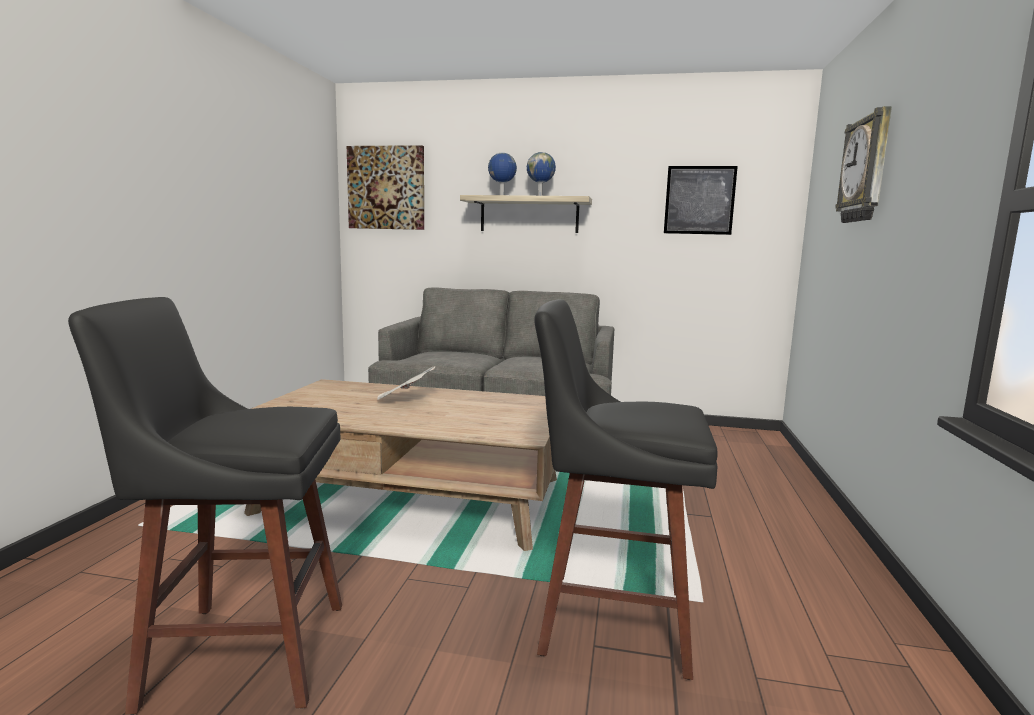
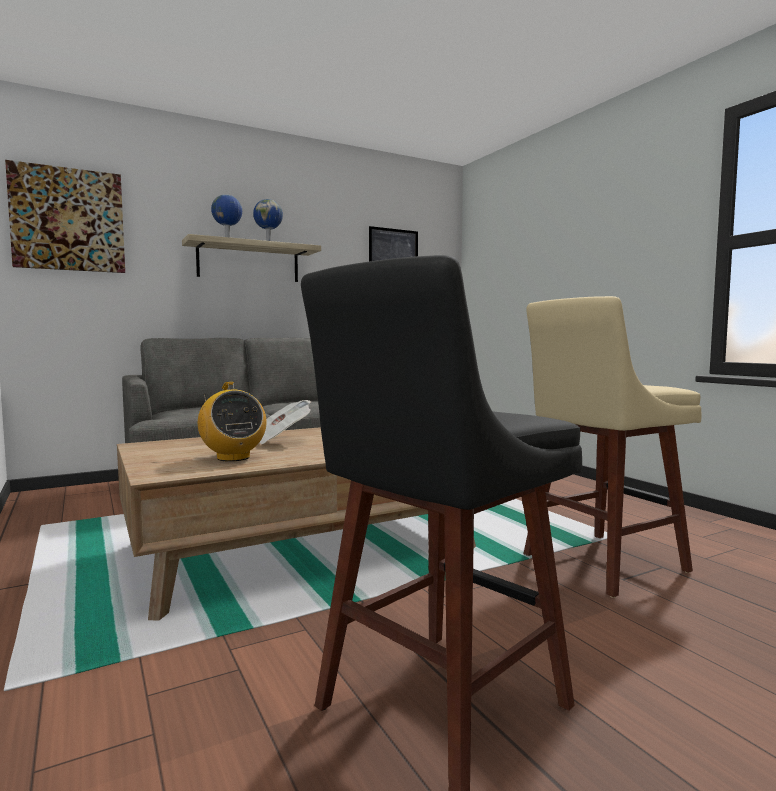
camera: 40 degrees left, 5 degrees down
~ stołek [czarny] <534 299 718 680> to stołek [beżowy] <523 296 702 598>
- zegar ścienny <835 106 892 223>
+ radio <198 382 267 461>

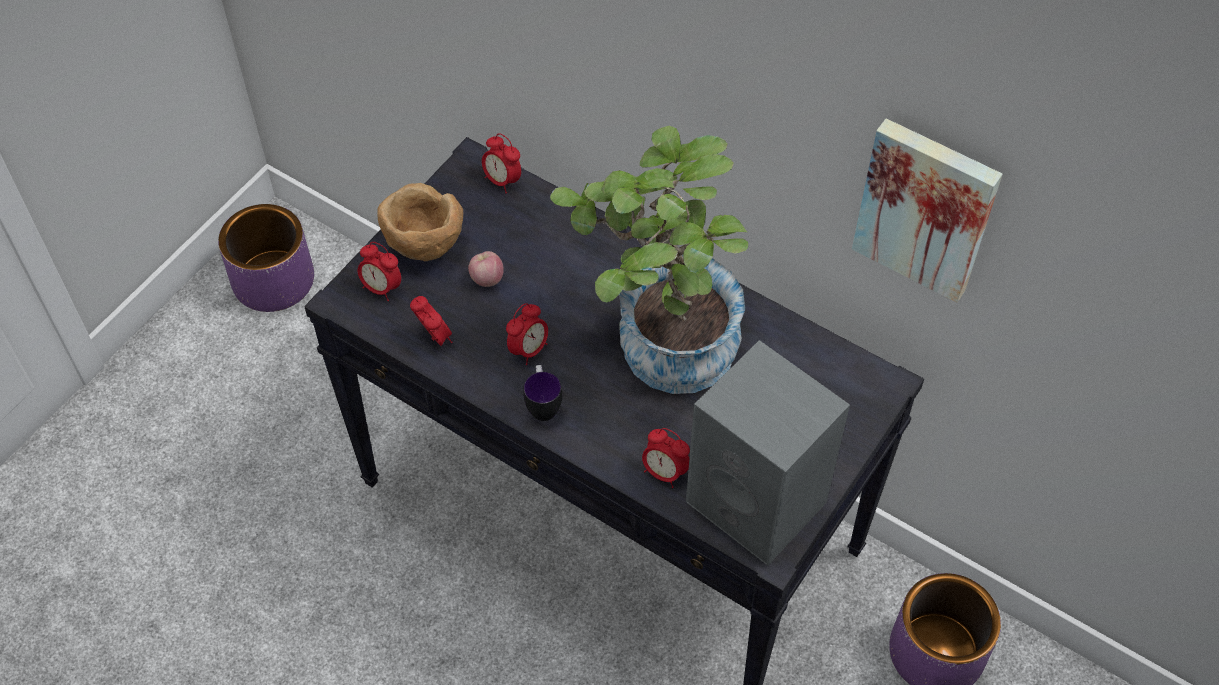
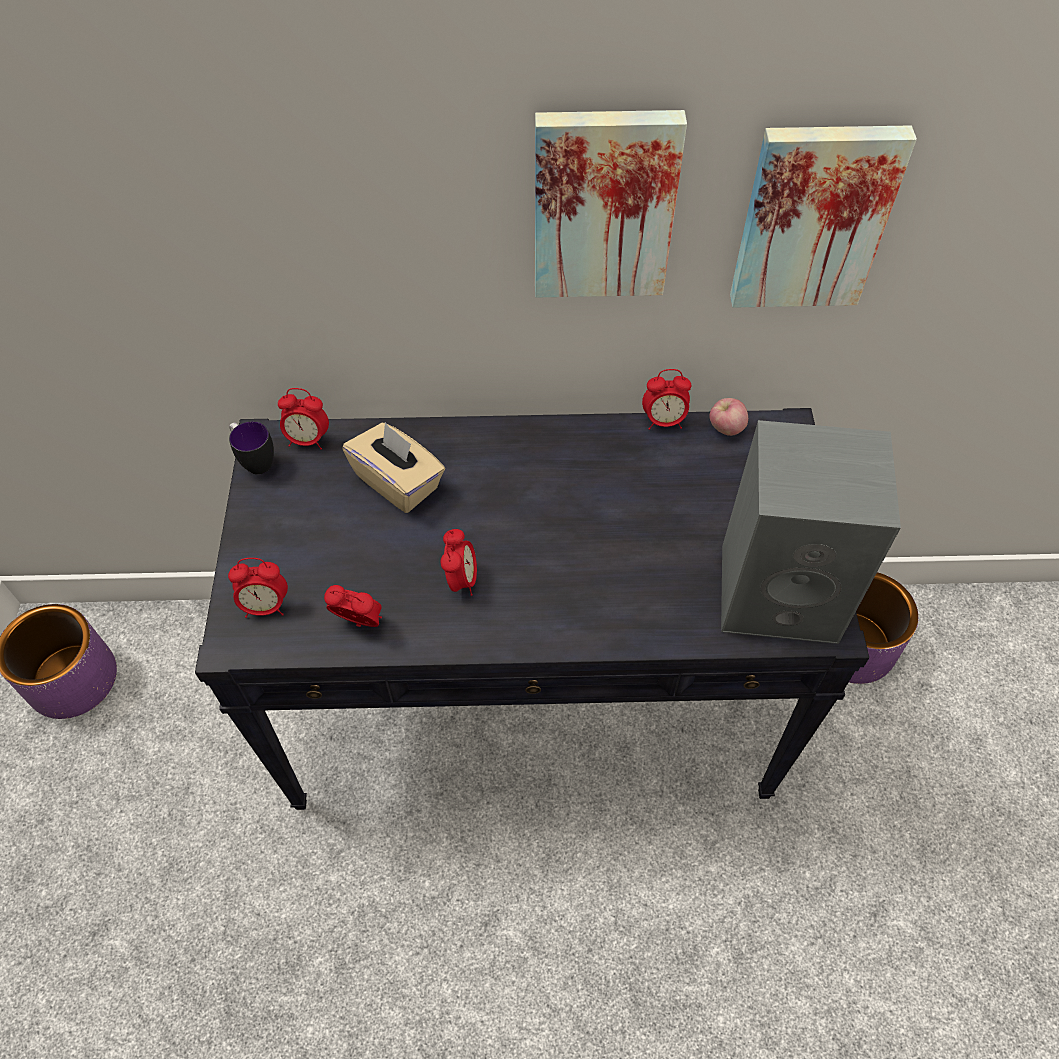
camera: 35 degrees left, 0 degrees up
- miska [brązowy] <377 183 463 261>
~ jabłko <468 251 504 287> to <710 398 748 436>
~ kubek <523 365 562 421> to <229 421 274 475>
- roślina doniczkowa <550 126 748 394>
~ budzik <642 428 690 488> to <642 369 691 430>
+ pudełko chusteczek [beżowy] <342 422 445 513>
+ obraz <535 110 687 298>

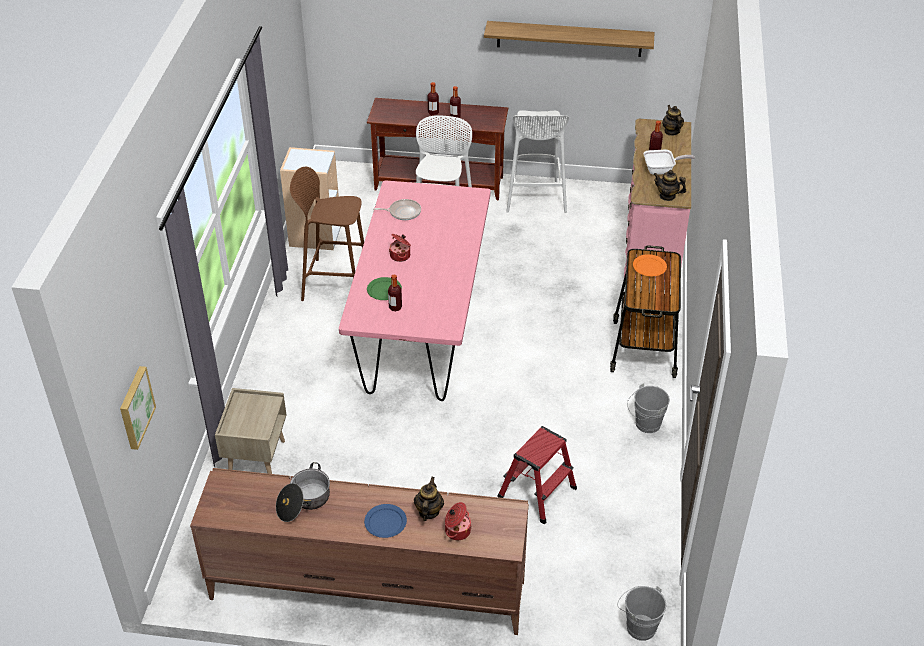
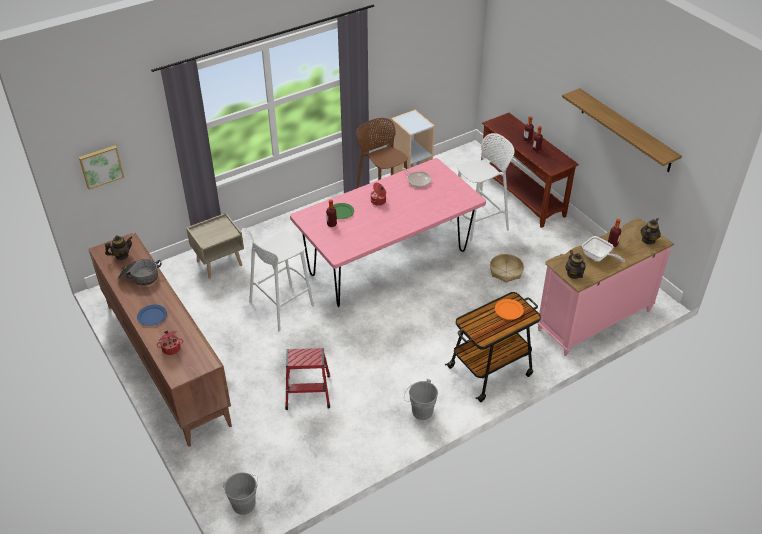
camera: 50 degrees right, 0 degrees up
~ imbryk <414 477 444 521> to <105 235 132 260>
~ stołek [biały] <506 110 569 213> to <242 228 314 332>
+ koszyk <490 254 524 283>

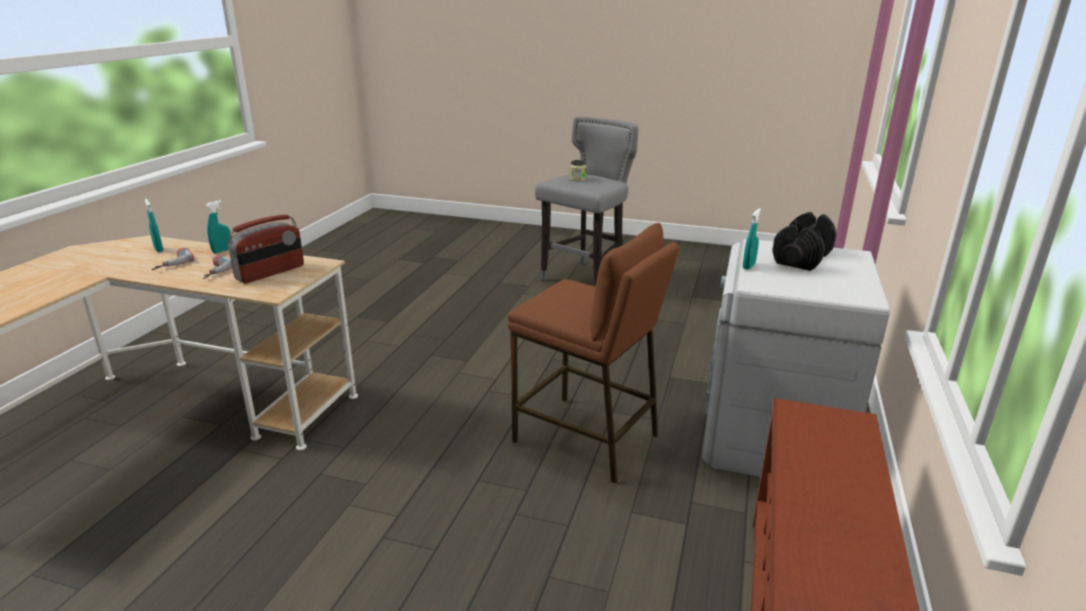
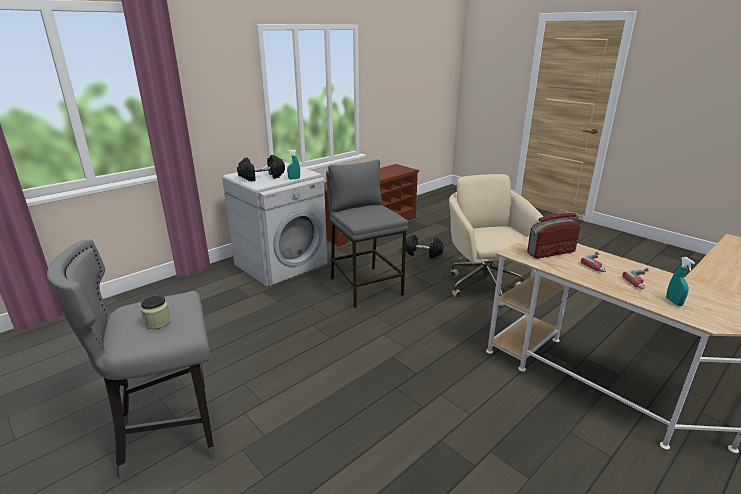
camera: 150 degrees left, 0 degrees up
- spryskiwacz [turkusowy] <206 200 231 253>
~ stołek [brązowy] <508 223 679 483> to stołek [szary] <326 160 408 308>
+ hantel [czarny] <406 234 444 258>
+ krzesło biurowe [beżowy] <449 174 543 306>

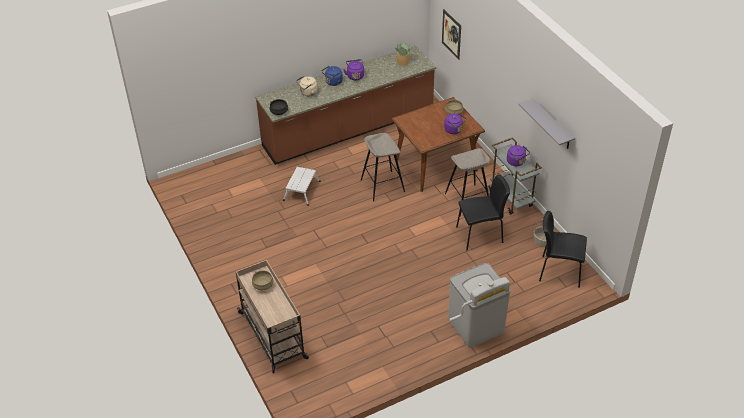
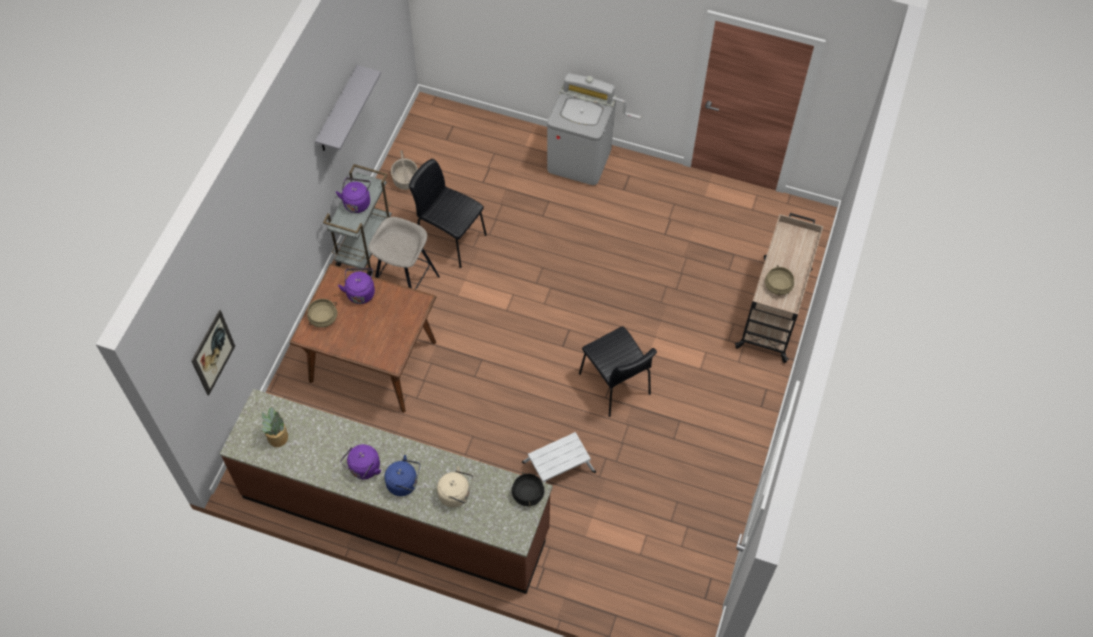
camera: 135 degrees left, 15 degrees up
- stołek [szary] <361 133 405 202>
~ krzesło [czarny] <539 211 587 288> to <579 326 657 417>

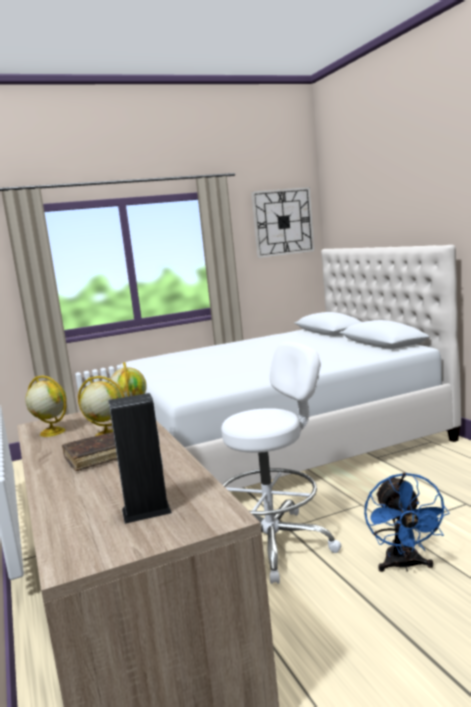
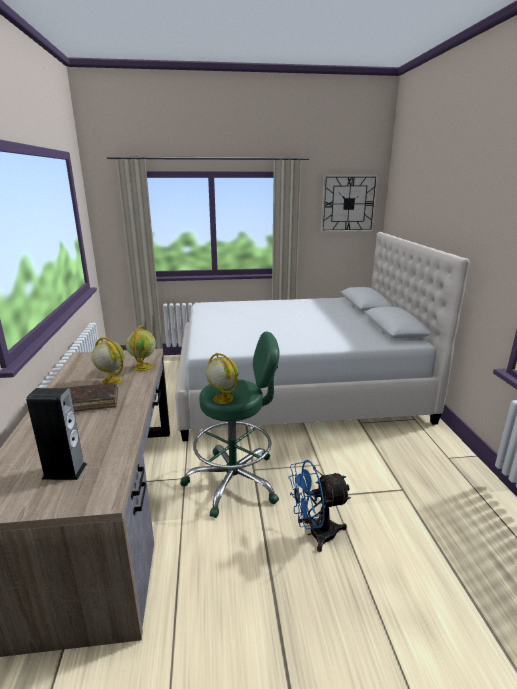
camera: 15 degrees right, 10 degrees up
~ globus <25 375 66 437> to <206 353 238 404>
~ stołek [biały] <221 342 341 584> to stołek [zielony] <180 332 280 518>
~ wentylator [niebieski] <364 473 449 572> = <288 460 351 552> 60 degrees clockwise

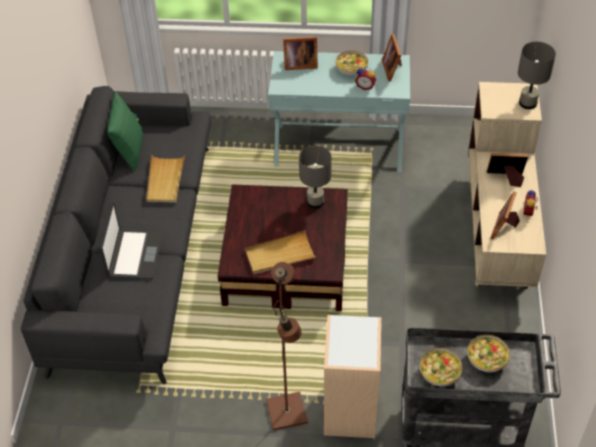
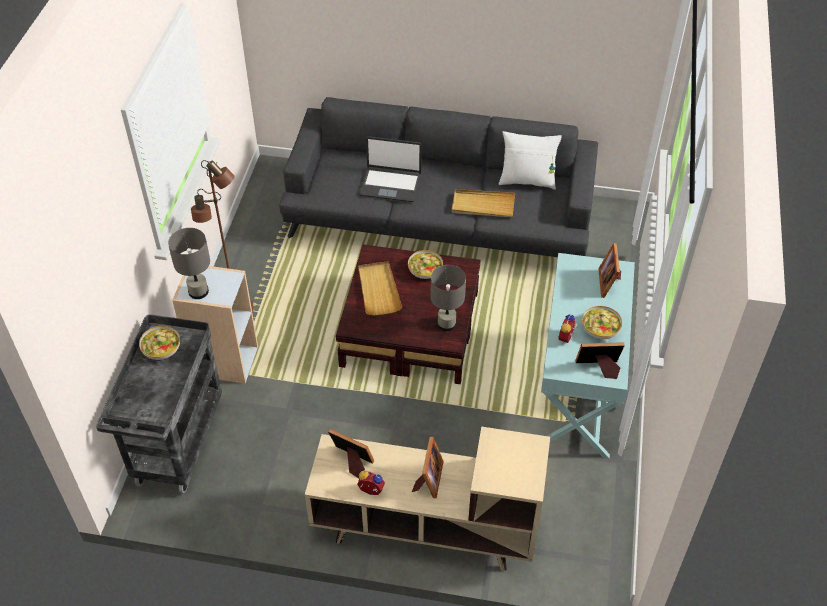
camera: 95 degrees right, 0 degrees up
~ poduszka [zielony] <107 92 143 171> to poduszka [biały] <498 131 562 190>
~ miska <467 335 510 372> to <408 250 443 279>
~ lampa stołowa [szary] <518 42 556 109> to <168 228 210 299>

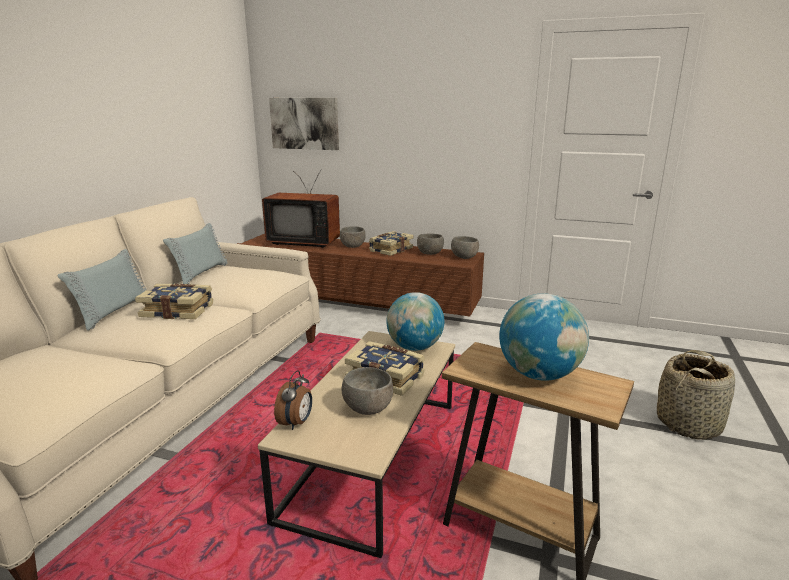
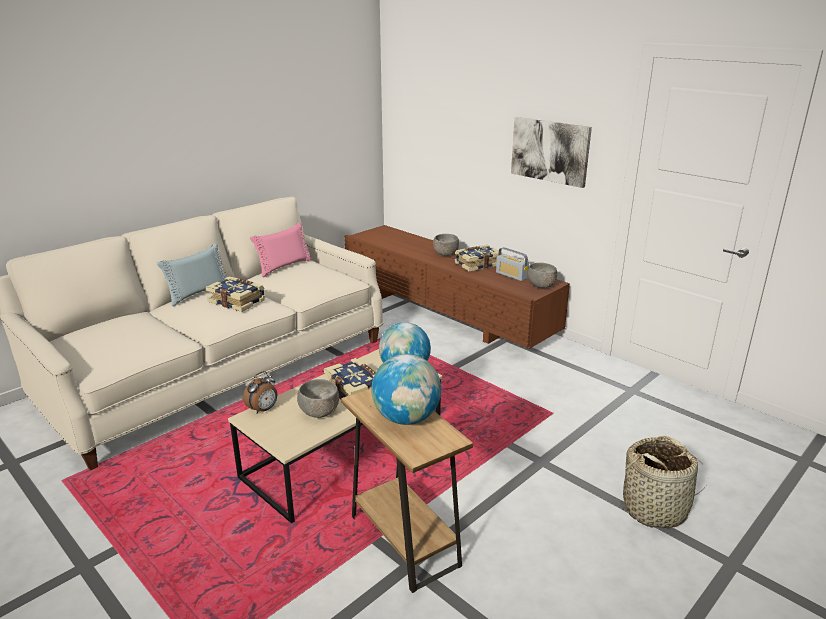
camera: 25 degrees right, 5 degrees up
~ poduszka [niebieski] <163 223 228 284> to poduszka [różowy] <250 222 311 277>
- telewizor <262 169 340 248>
~ obraz <269 98 339 150> to <511 117 592 188>
~ miska [szary] <417 234 444 255> to radio <496 247 529 281>

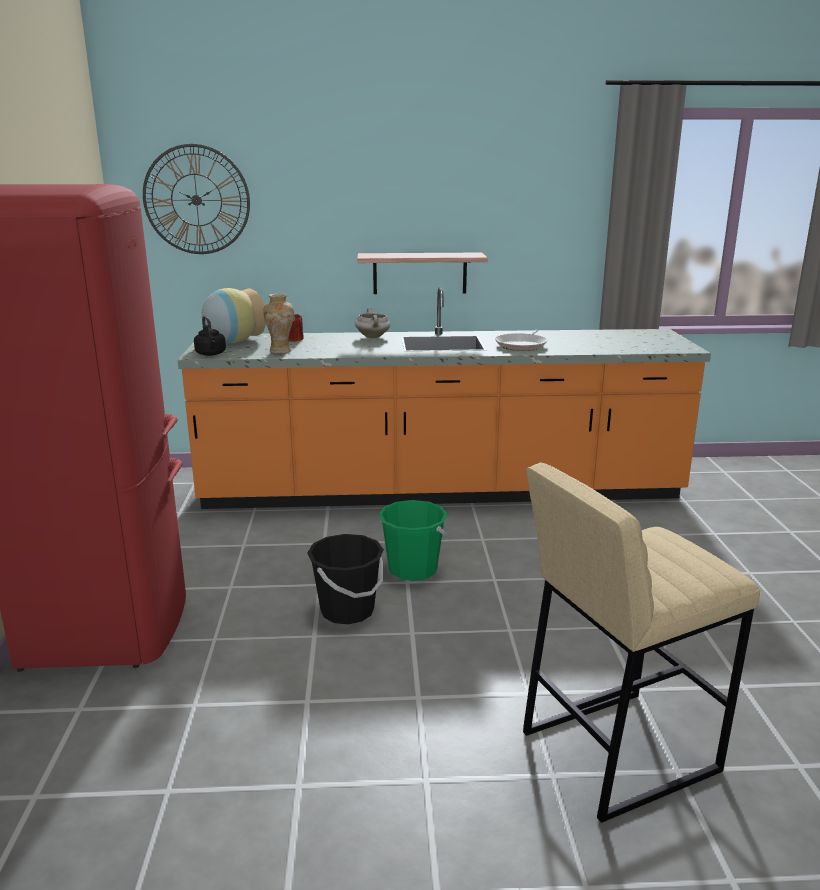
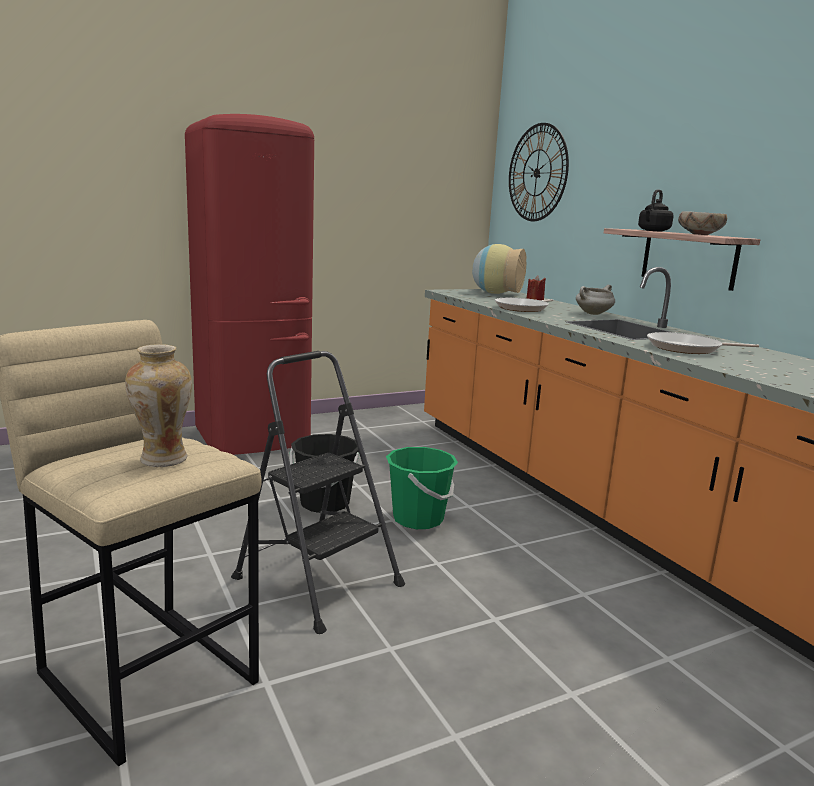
camera: 65 degrees right, 5 degrees down
~ czajnik [czarny] <194 316 226 356> to <638 189 673 232>
~ wazon <263 293 294 354> to <125 344 192 467>
+ drabinka [czarny] <231 351 405 634>
+ patelnia <495 298 553 312>
+ miska <678 211 727 235>

